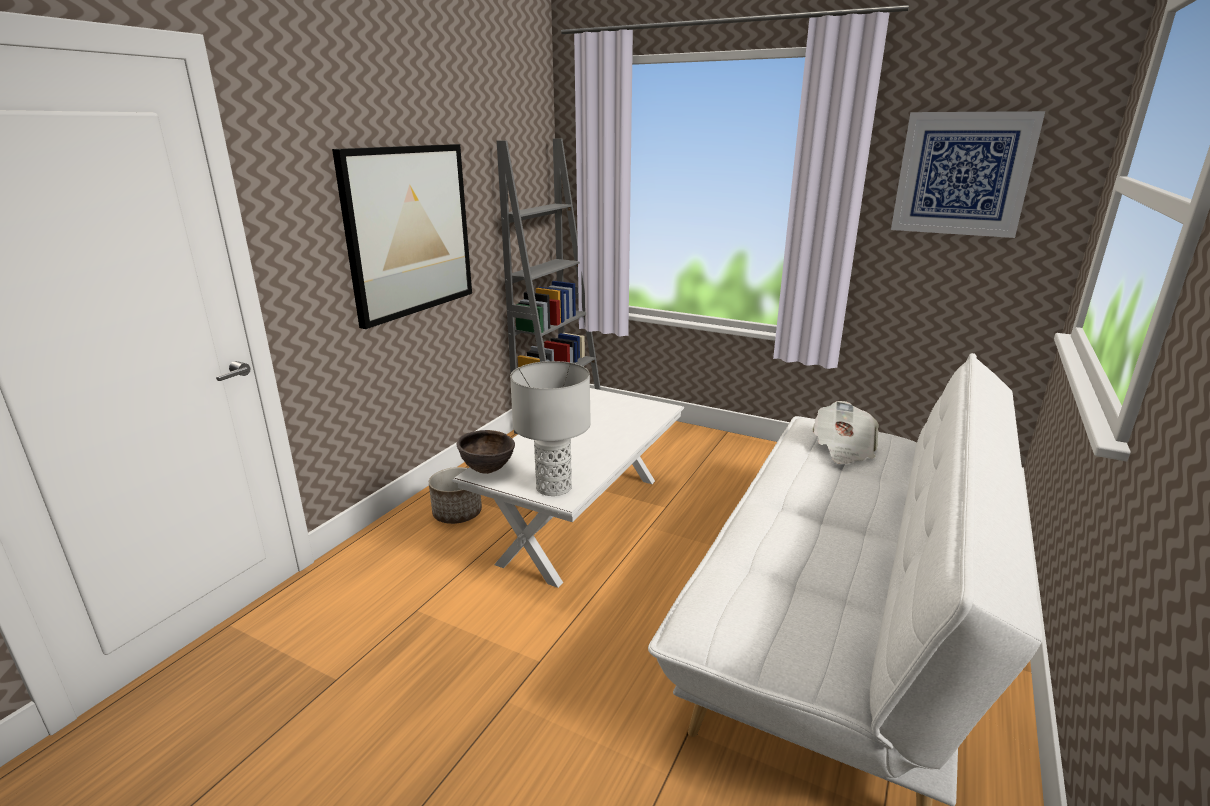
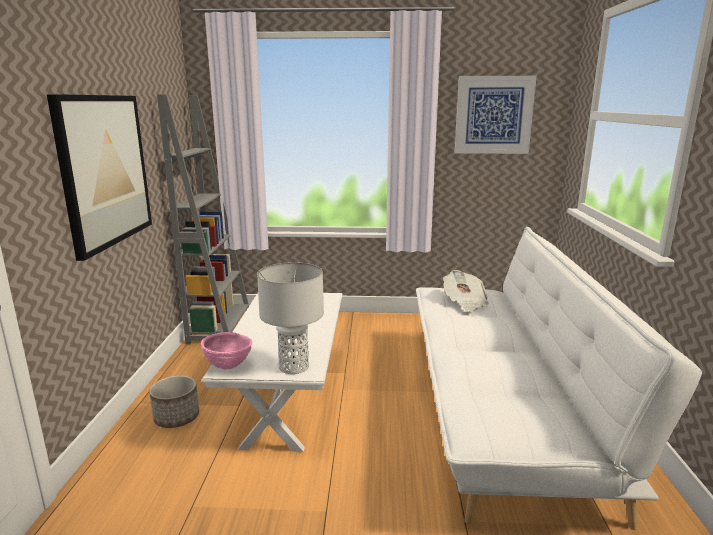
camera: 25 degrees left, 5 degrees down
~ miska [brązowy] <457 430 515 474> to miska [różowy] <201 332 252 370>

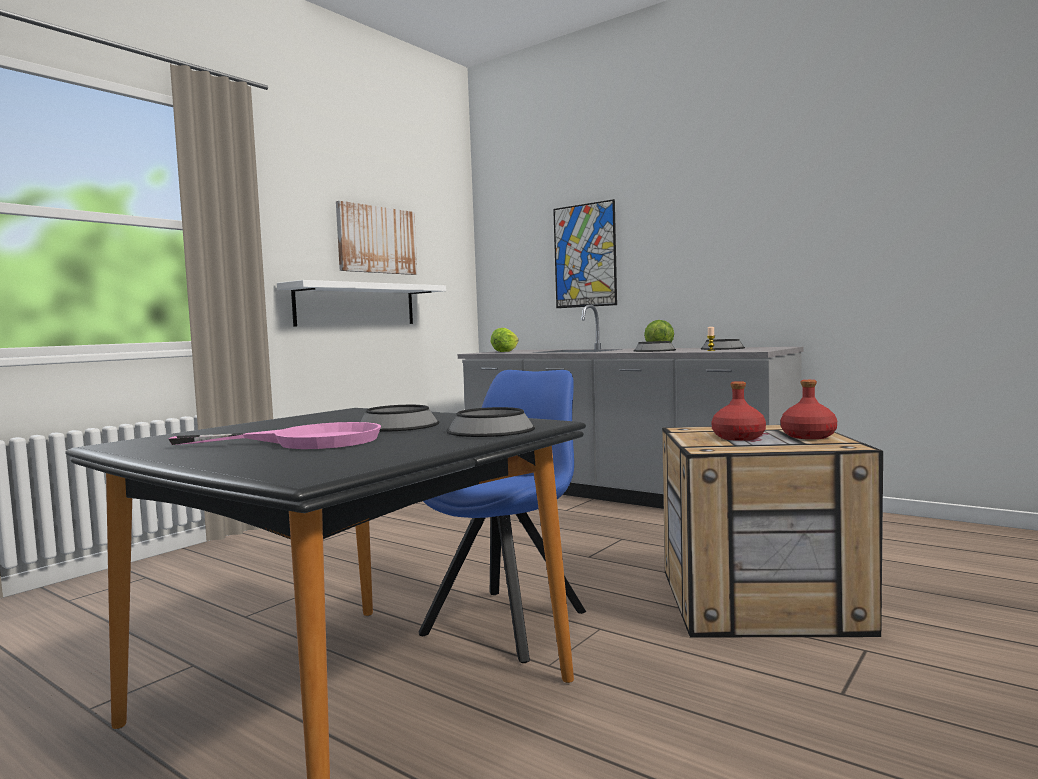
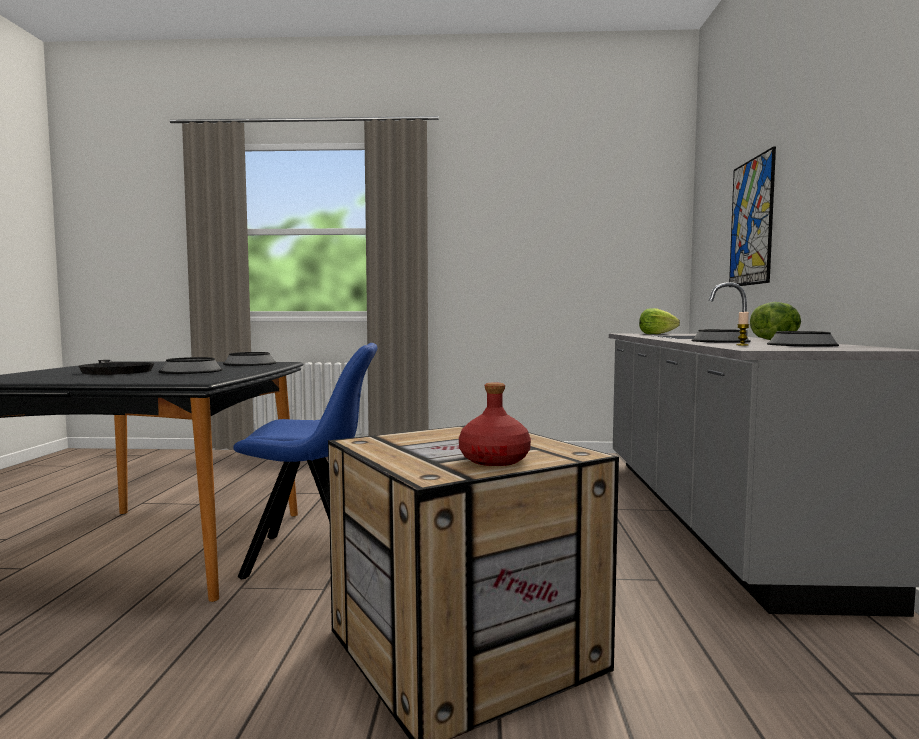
camera: 55 degrees right, 0 degrees up
~ patelnia [różowy] <169 422 381 449> to patelnia [czarny] <78 360 154 375>
- półka [biały] <277 280 446 327>
- obraz <336 201 417 275>
~ miska <446 407 535 437> to <223 352 276 366>
- butelka [czerwony] <711 381 766 441>

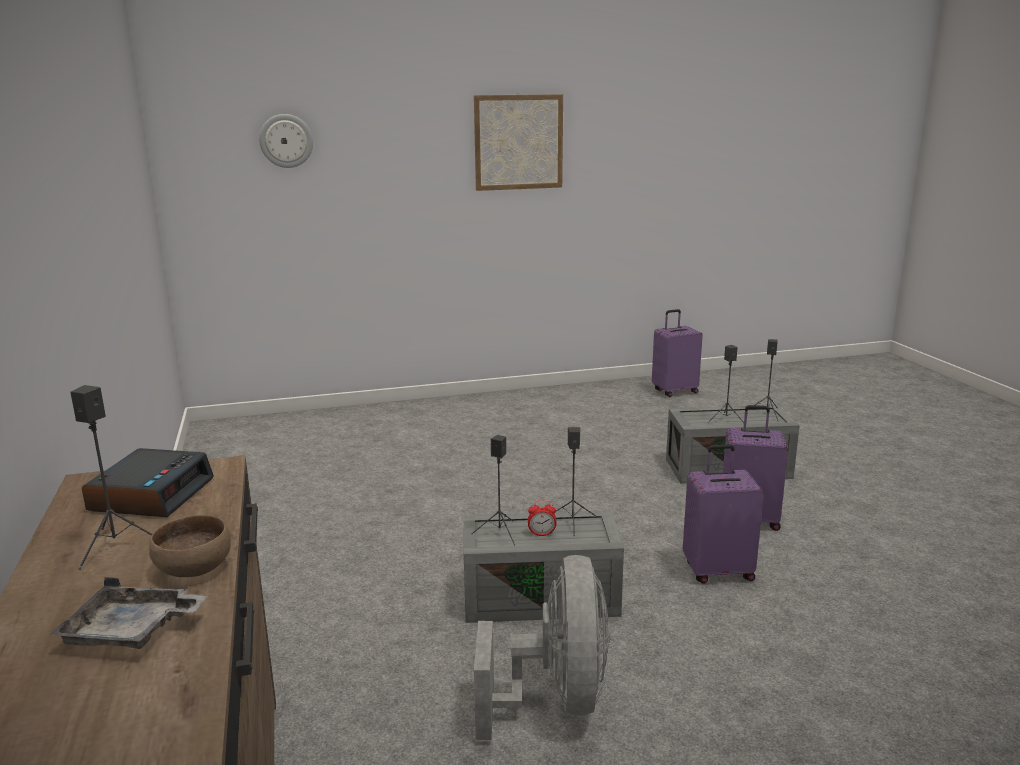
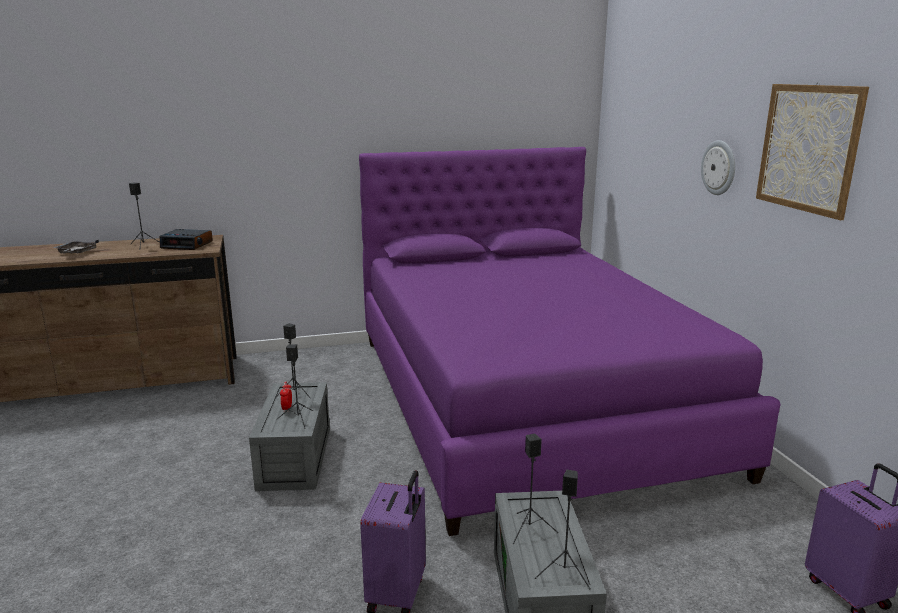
camera: 90 degrees right, 0 degrees up
- miska [brązowy] <149 515 231 577>
~ zegar ścienny <259 114 313 168> to <701 140 735 195>
- wentylator [szary] <474 555 611 740>
- walizka [fioletowy] <683 444 764 584>
+ łóżko [fioletowy] <359 147 781 536>

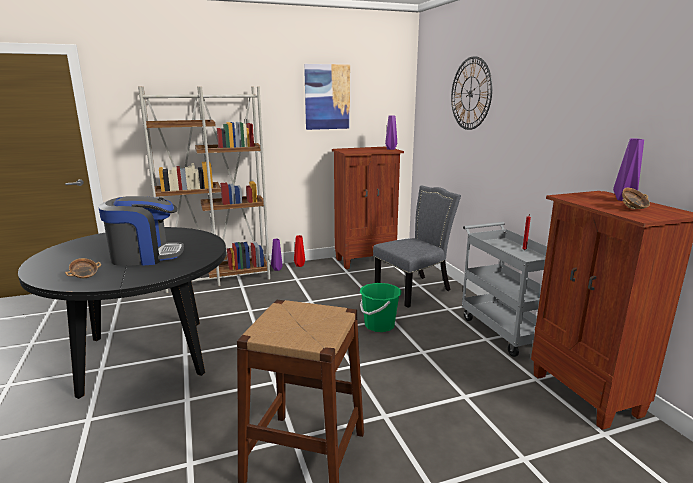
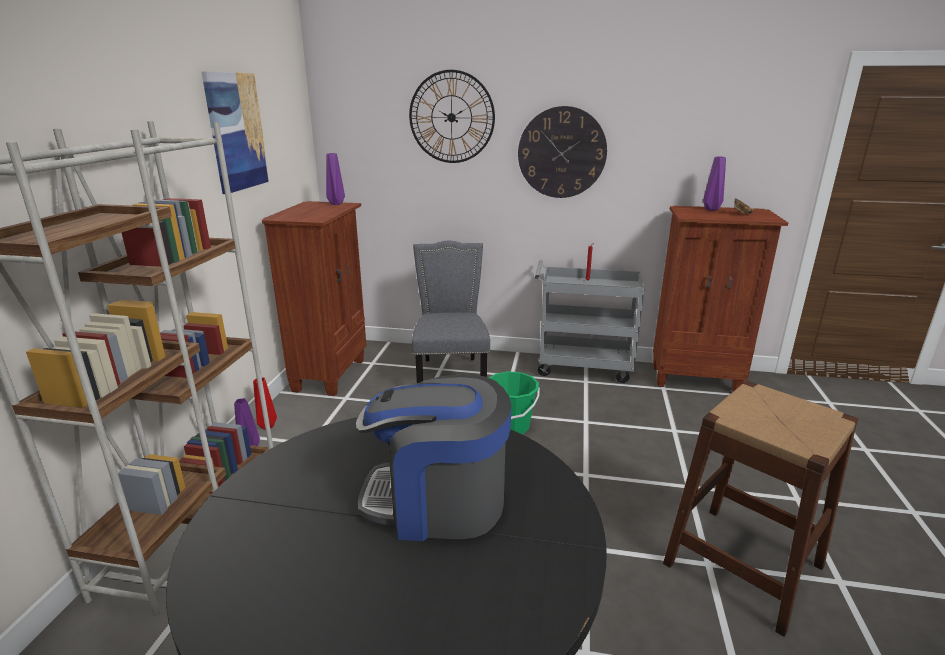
camera: 60 degrees left, 5 degrees up
- miska <65 258 101 278>
~ ekspres do kawy <98 196 184 266> = <356 374 511 541> 105 degrees counterclockwise
+ zegar ścienny <518 106 607 198>

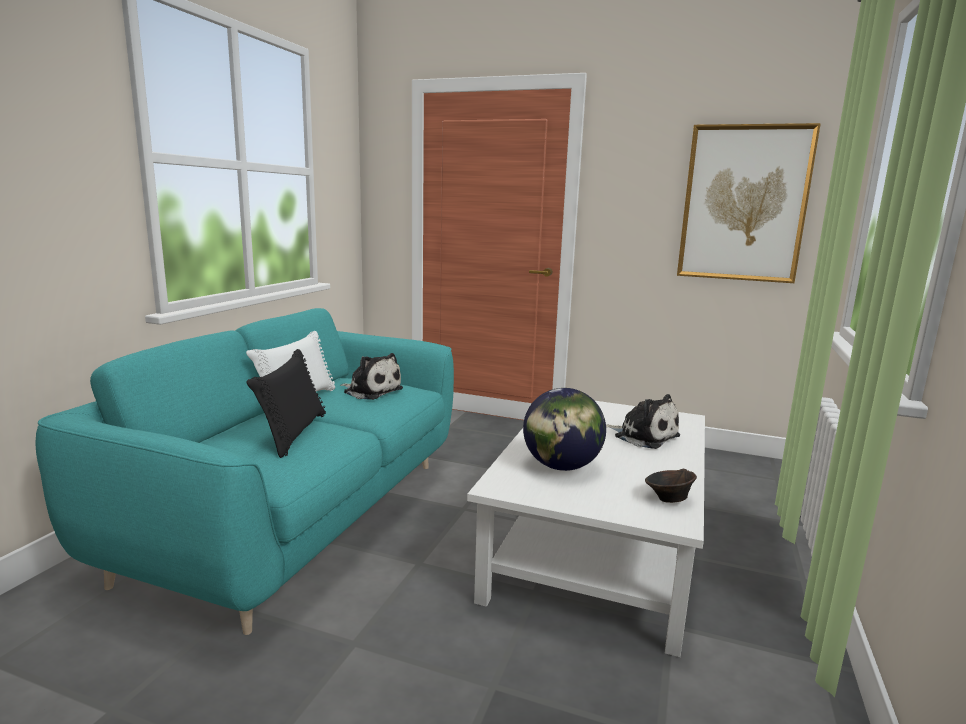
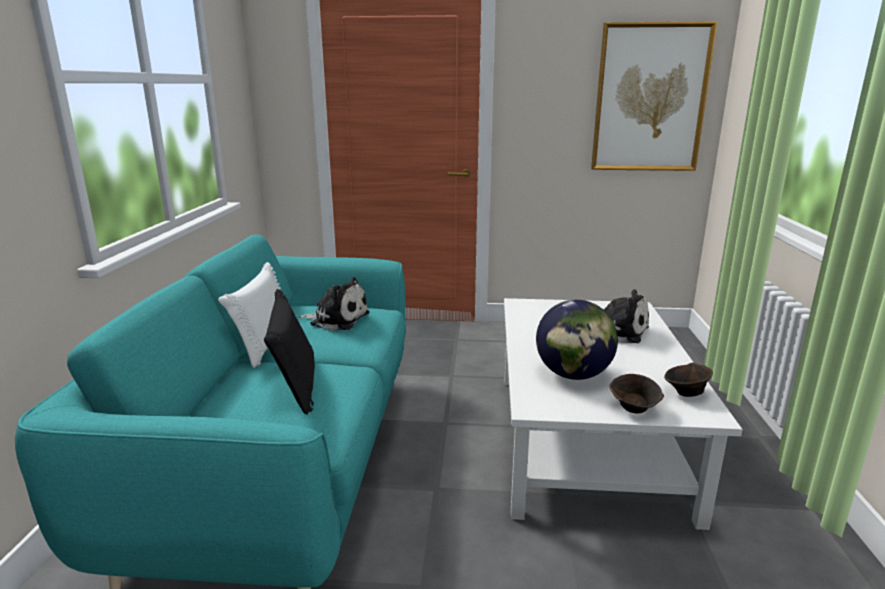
camera: 15 degrees left, 5 degrees up
+ miska [brązowy] <609 374 664 413>

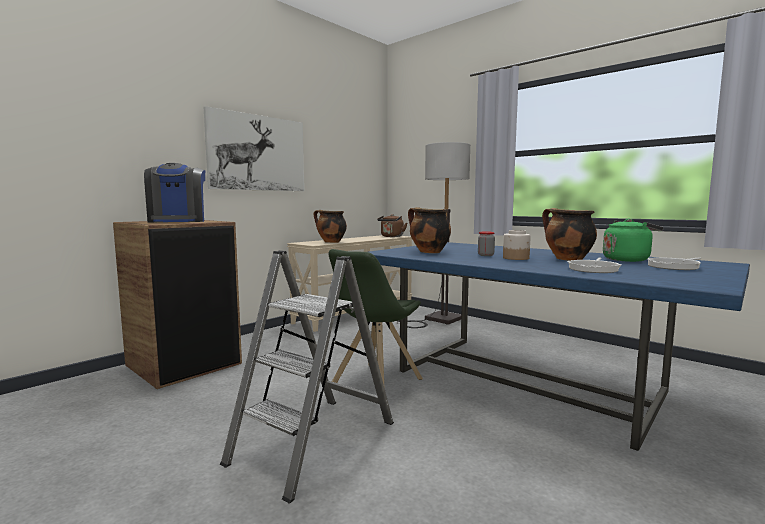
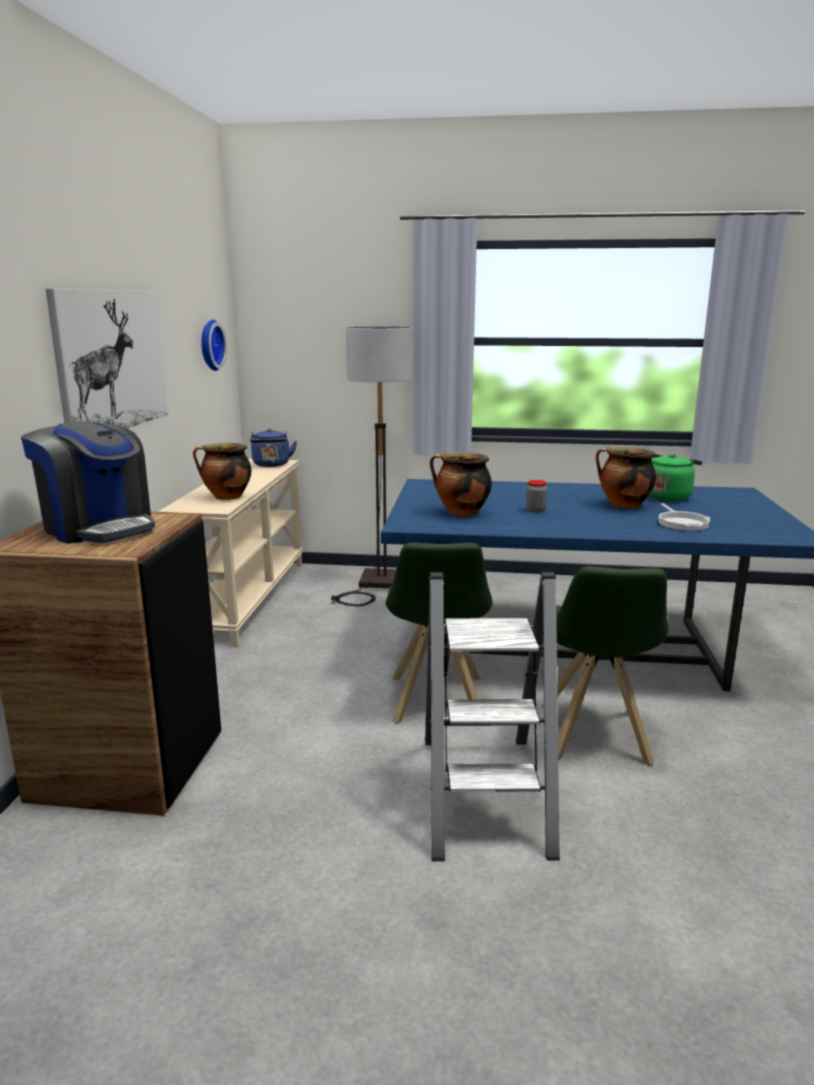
camera: 35 degrees left, 10 degrees up
~ czajnik [brązowy] <377 214 407 237> to czajnik [niebieski] <250 429 297 467>
- słoik <503 230 531 260>
- patelnia <648 257 701 270>
+ zegar ścienny <202 320 227 371>
+ krzesło [zielony] <541 566 669 765>

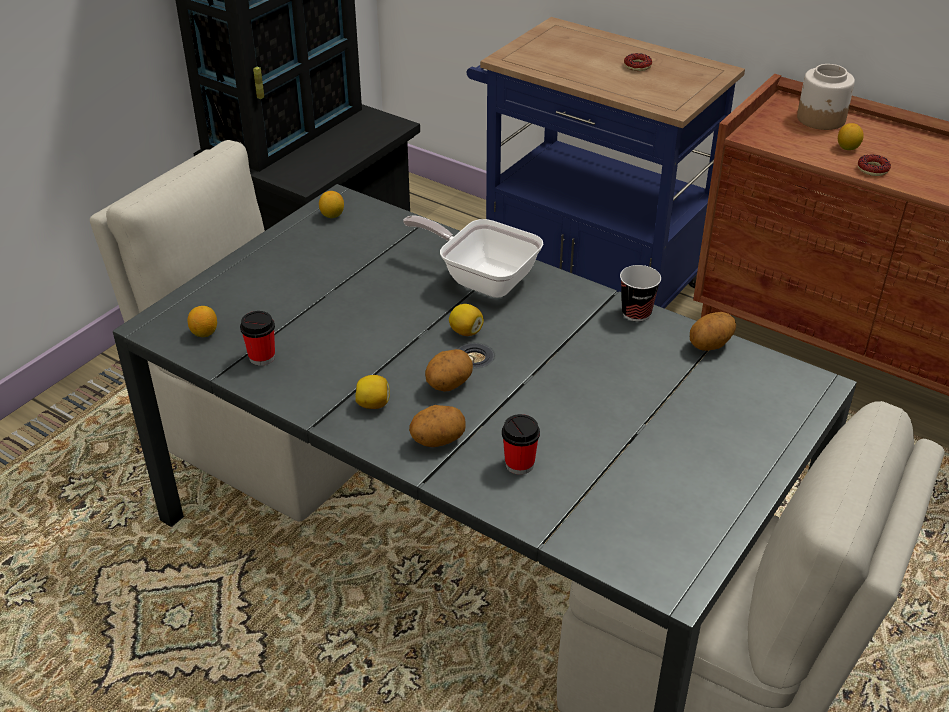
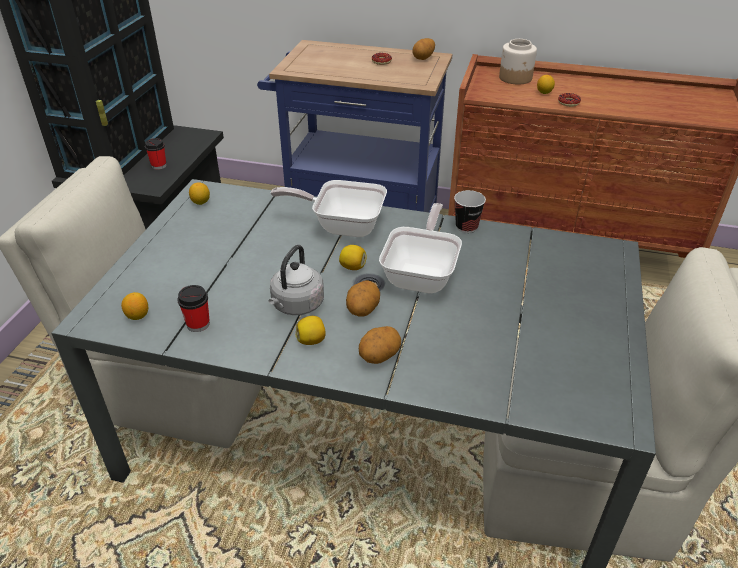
camera: 20 degrees left, 0 degrees up
~ filiżanka <502 414 540 475> to <145 138 166 170>
~ ziemniak <690 312 736 351> to <412 38 435 60>
+ czajnik [szary] <268 245 324 315>
+ patelnia <379 203 462 294>

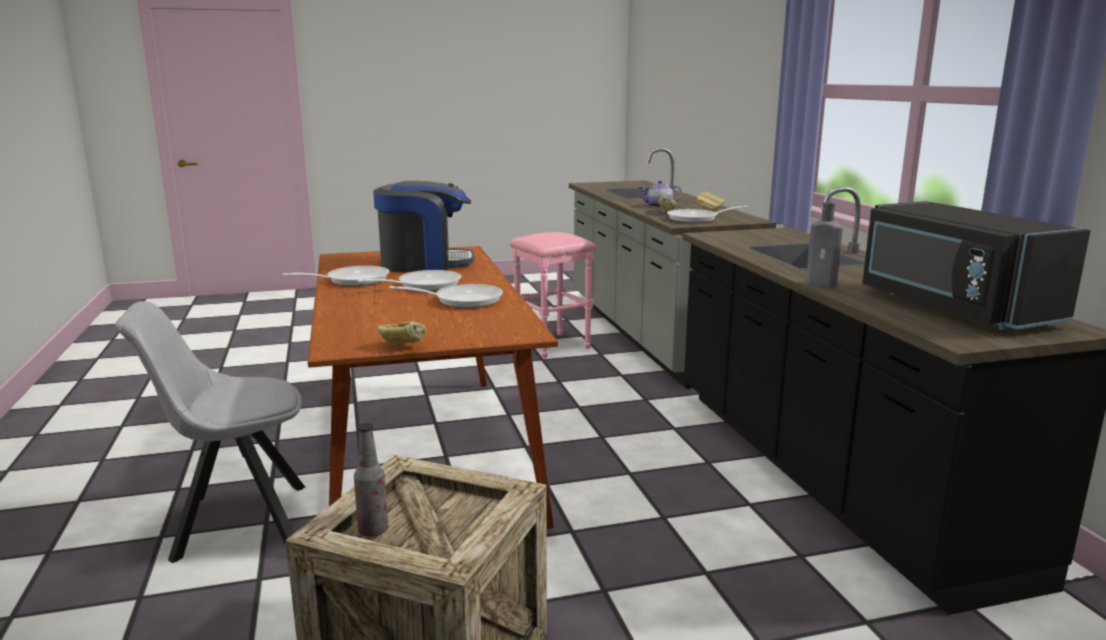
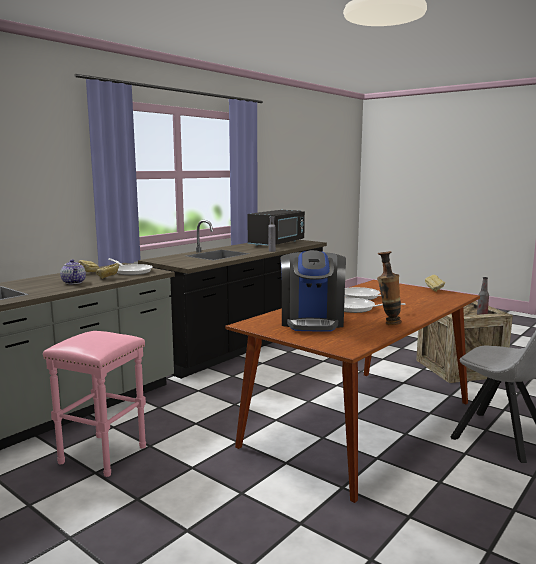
camera: 125 degrees left, 5 degrees down
~ patelnia <283 266 389 286> to wazon <377 251 402 325>
~ ekspres do kawy <373 181 475 272> = <280 250 346 332> 135 degrees counterclockwise

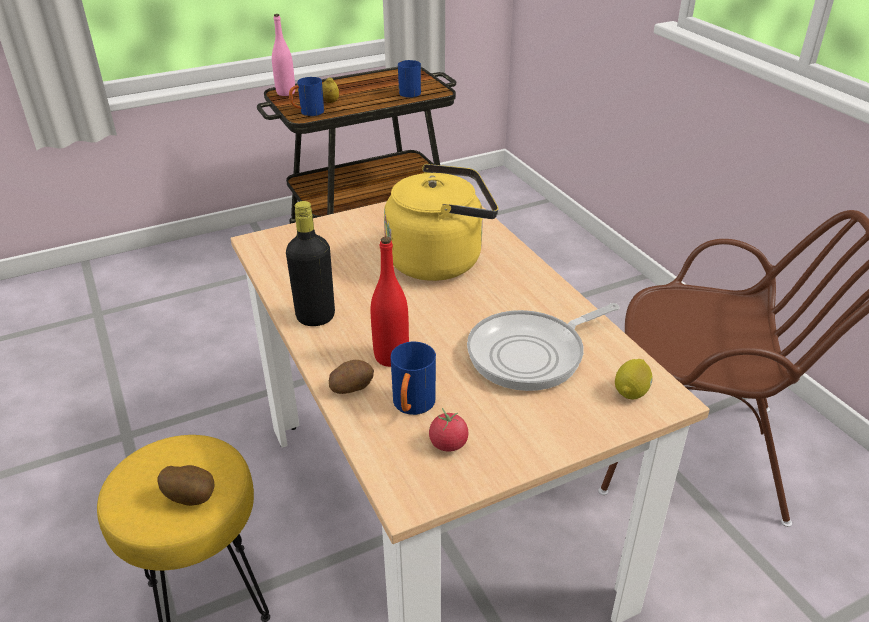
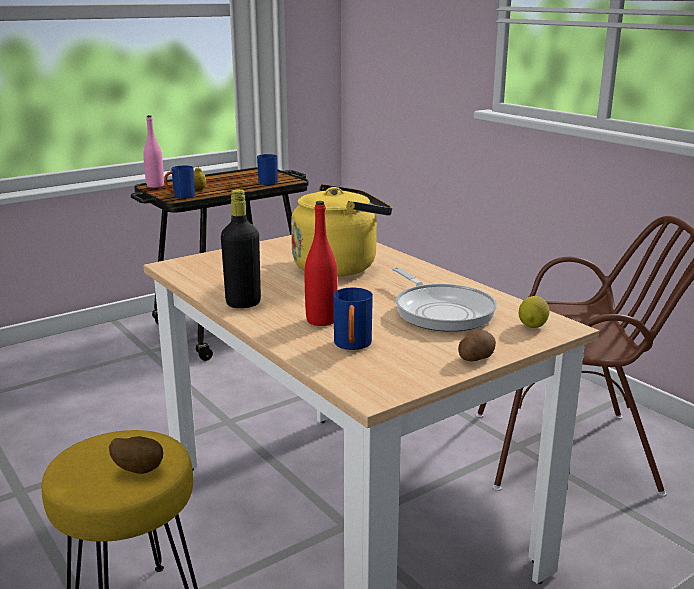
camera: 10 degrees left, 15 degrees down
~ ziemniak <329 360 374 394> to <458 330 496 361>
- pomidor <429 408 468 452>
~ patelnia <467 303 619 391> = <392 267 497 332> 75 degrees counterclockwise

